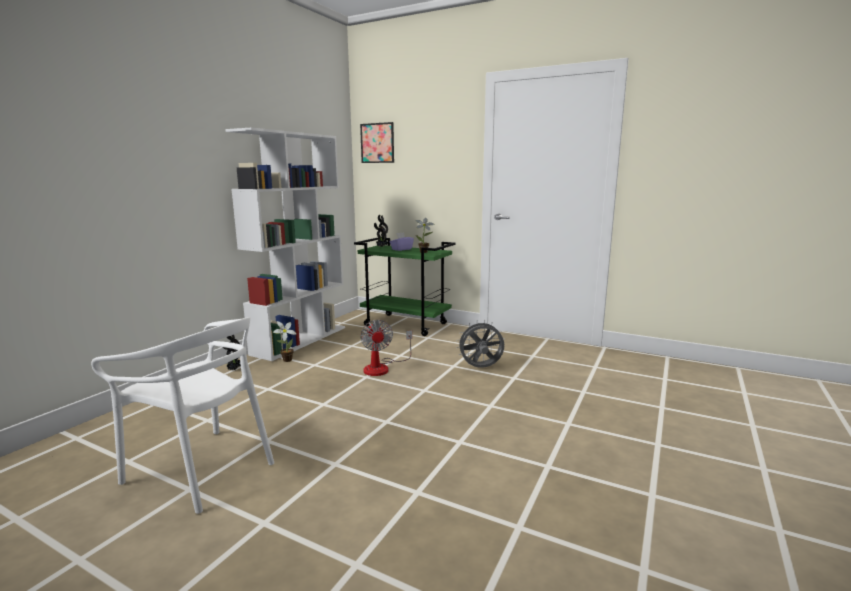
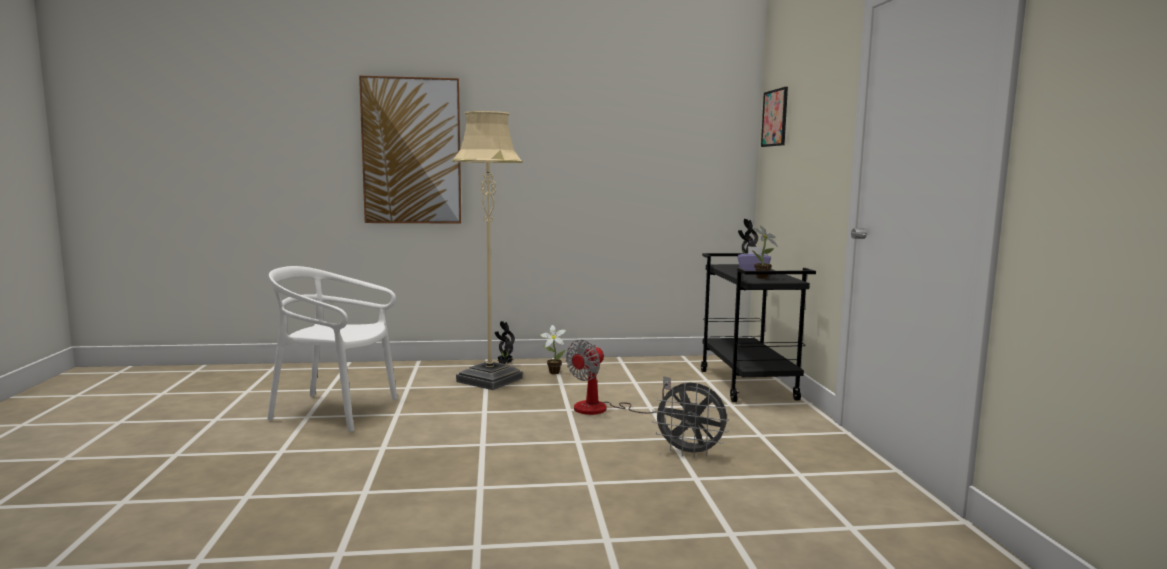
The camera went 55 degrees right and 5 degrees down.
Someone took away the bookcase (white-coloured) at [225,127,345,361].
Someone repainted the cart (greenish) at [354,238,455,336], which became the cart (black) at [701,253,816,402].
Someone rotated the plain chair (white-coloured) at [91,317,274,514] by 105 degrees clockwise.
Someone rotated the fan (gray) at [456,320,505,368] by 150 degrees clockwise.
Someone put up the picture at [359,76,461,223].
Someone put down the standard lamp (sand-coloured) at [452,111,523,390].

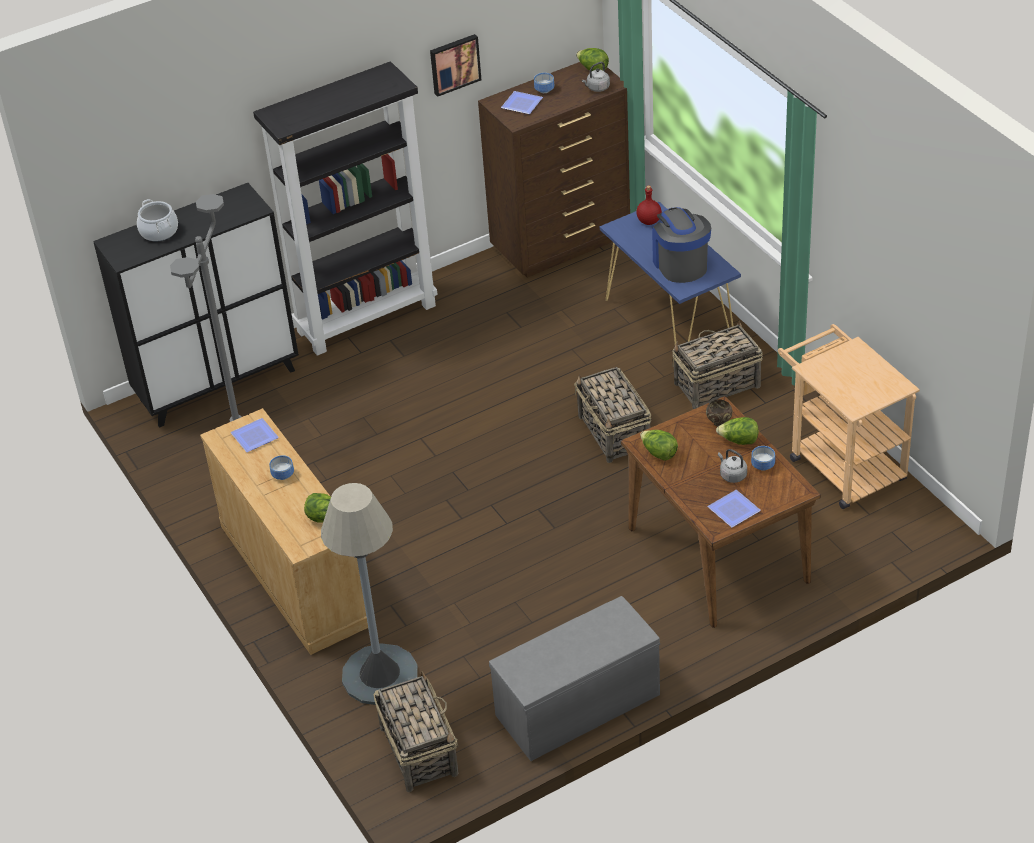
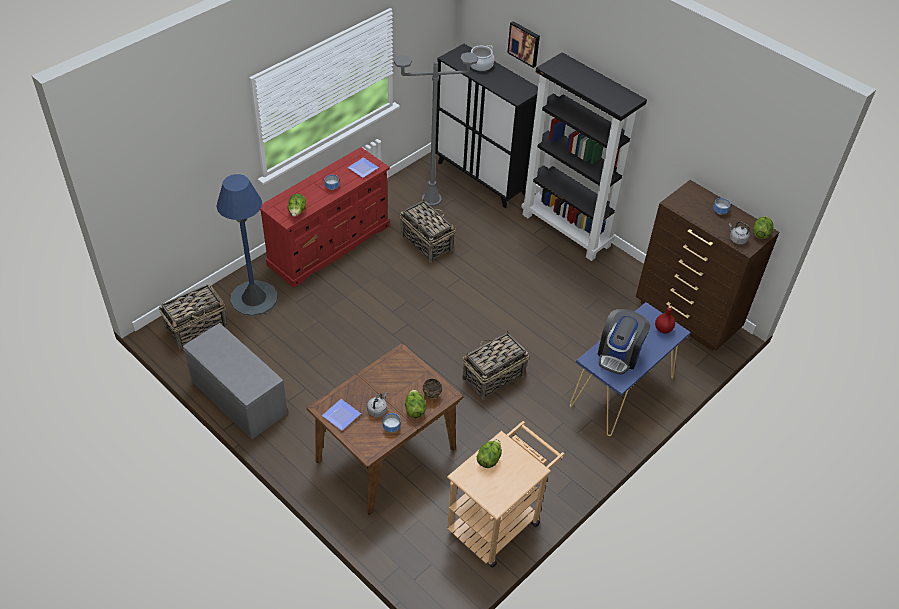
The camera went 70 degrees right and 5 degrees up.
Someone carried the picture from [430,34,481,97] to [507,21,540,68].
Someone took away the dinner plate at [501,91,543,114].
Someone rotated the coffee brewer at [652,207,711,283] by 150 degrees clockwise.
Someone carried the basket from [672,320,763,409] to [400,198,456,263].
Someone repainted the drawer chest (sand-coloured) at [200,408,368,655], which became the drawer chest (reddish) at [260,147,390,288].
Someone carried the lettuce head from [640,430,678,461] to [476,439,502,468].
Someone repainted the standard lamp (gray) at [321,483,418,705], which became the standard lamp (blue) at [216,174,278,316].

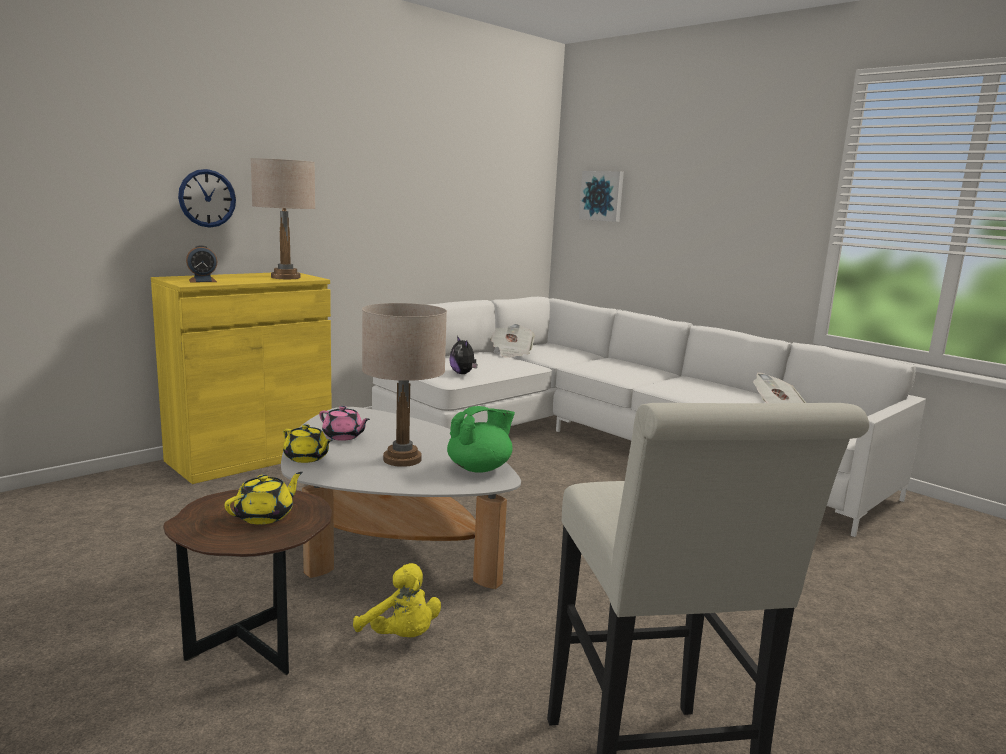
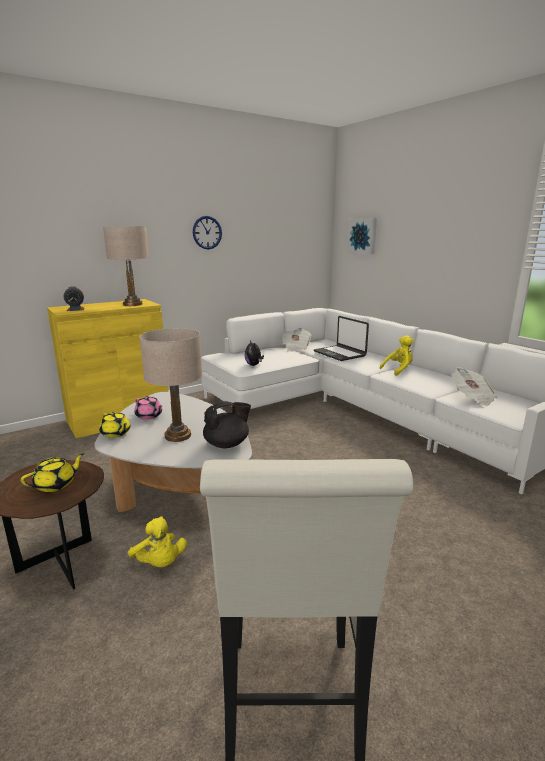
The camera went 10 degrees right and 5 degrees up.
Someone carried the hanging clock from [178,169,236,228] to [193,216,222,249].
Someone repainted the pot for tea (greenish) at [447,406,515,473], which became the pot for tea (black) at [203,402,251,448].
Someone put down the notebook computer at [314,316,369,361].
Someone put down the soft toy (yellow-coloured) at [380,335,414,376].

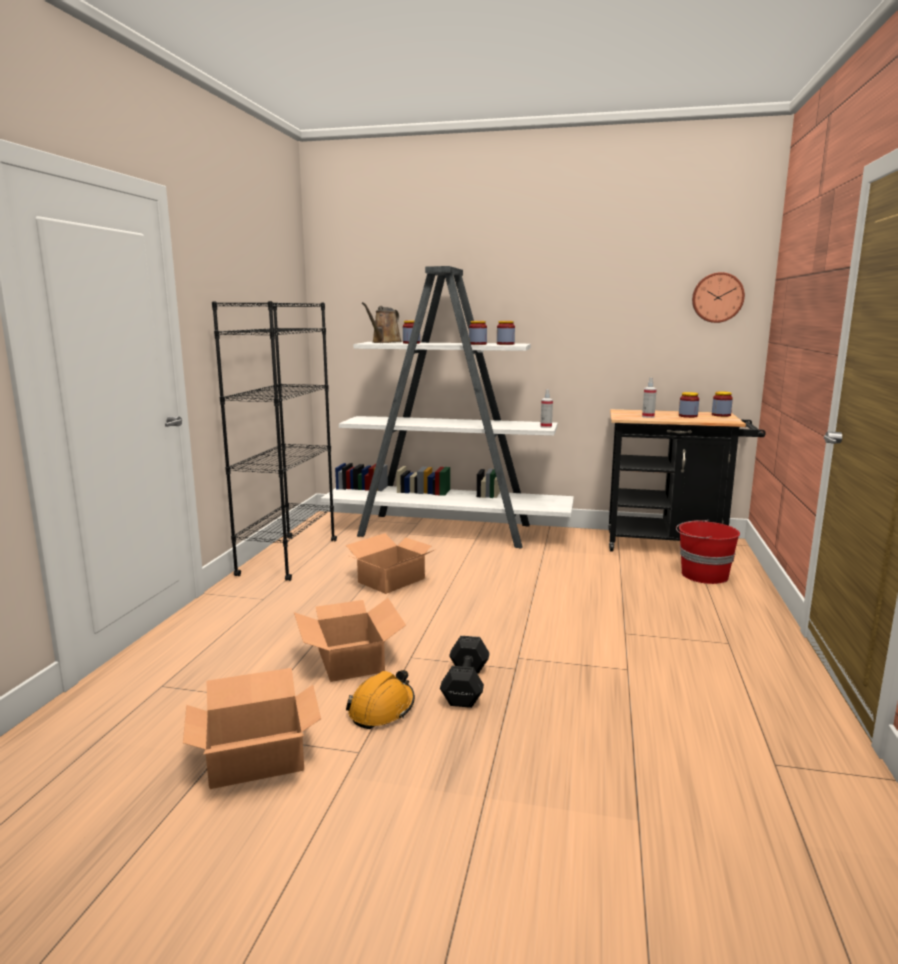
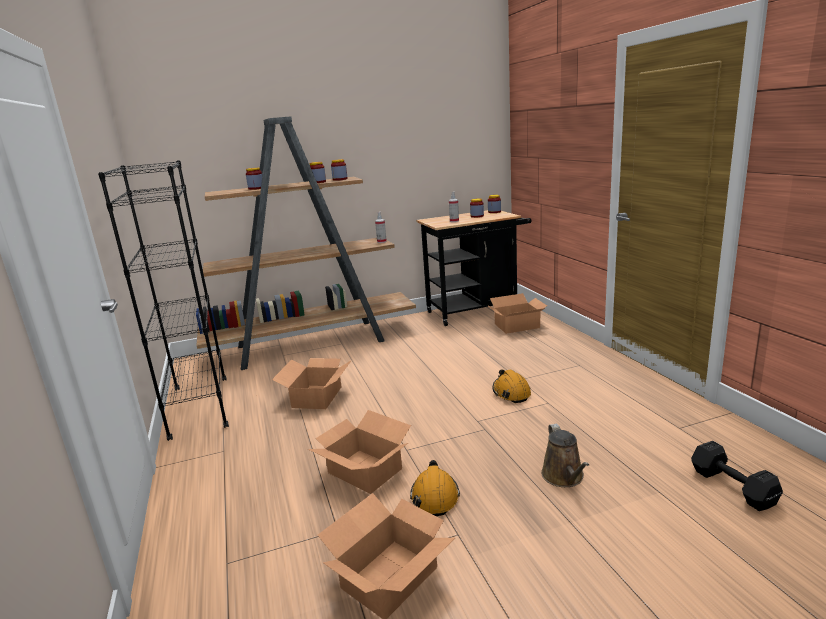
The camera went 30 degrees left and 5 degrees up.
Someone repainted the bookcase (white-coloured) at [321,266,574,549], which became the bookcase (brown-coloured) at [196,116,416,370].
Someone took away the hanging clock at [692,272,745,323].
Someone carried the watering can (brown-coloured) from [362,302,402,343] to [541,424,589,487].
Someone swapped the bucket (reddish) at [676,520,740,584] for the carton at [487,293,547,334].
Someone carried the free weight (black) from [440,636,490,708] to [691,441,783,511].
Someone put down the safety helmet (orange) at [492,369,531,403].

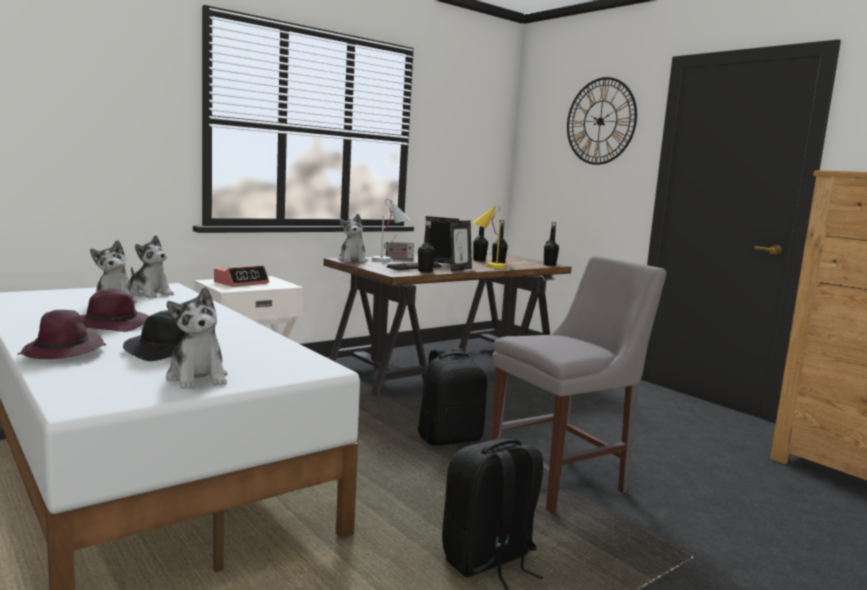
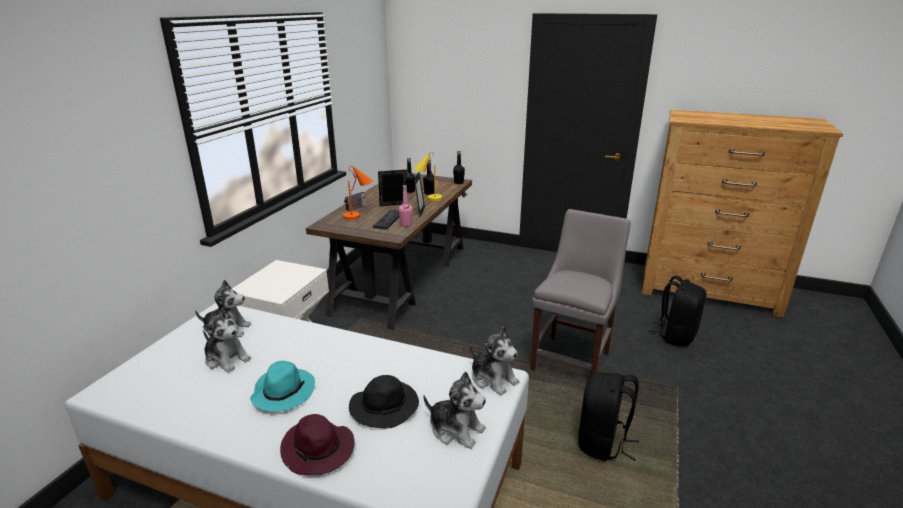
The camera went 30 degrees left and 15 degrees up.
Someone took away the hanging clock at [567,77,637,165].
Someone repainted the table lamp (white-coloured) at [372,199,410,262], which became the table lamp (orange) at [343,166,373,220].
Someone carried the soft toy from [338,214,367,263] to [469,326,519,395].
Someone repainted the drink bottle (black) at [418,221,435,273], which became the drink bottle (pink-coloured) at [398,185,413,227].
Someone took away the table clock at [214,266,269,287].
Someone repainted the wearable hat (purple) at [80,288,149,332], which became the wearable hat (turquoise-coloured) at [250,361,315,411].
Someone carried the knapsack (black) from [418,348,487,446] to [648,275,707,346].

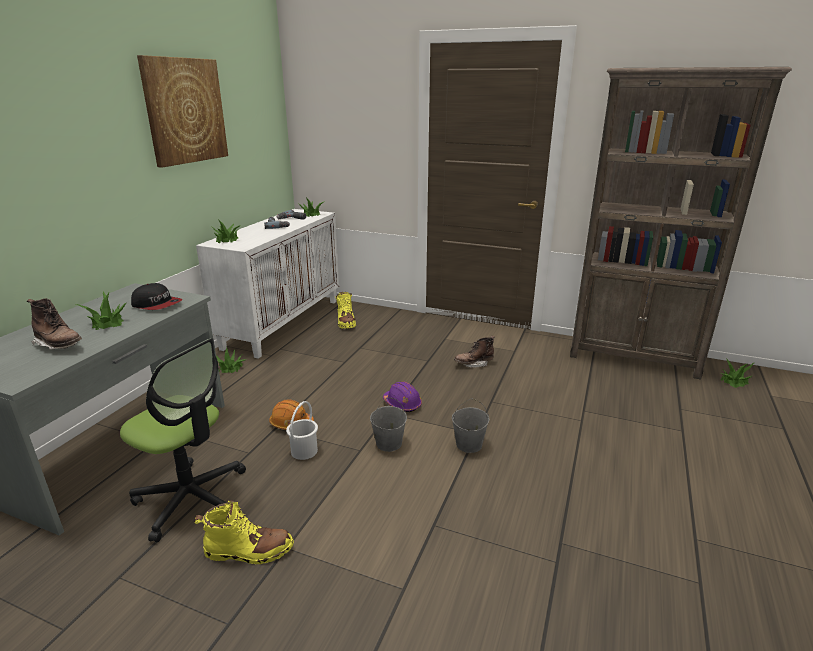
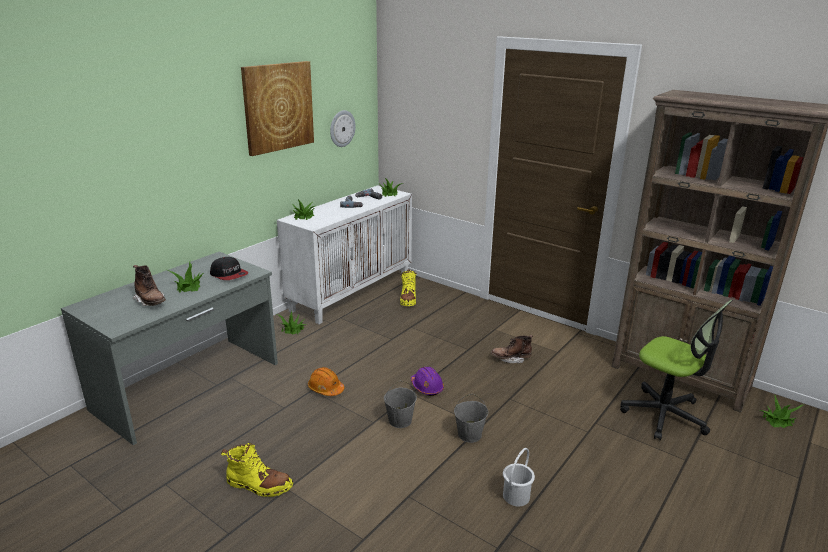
The camera went 15 degrees right and 0 degrees up.
Someone carried the desk chair from [120,338,246,542] to [620,300,733,440].
Someone carried the bucket (white-coloured) from [286,401,318,460] to [503,448,535,507].
Someone put up the hanging clock at [330,110,356,147].

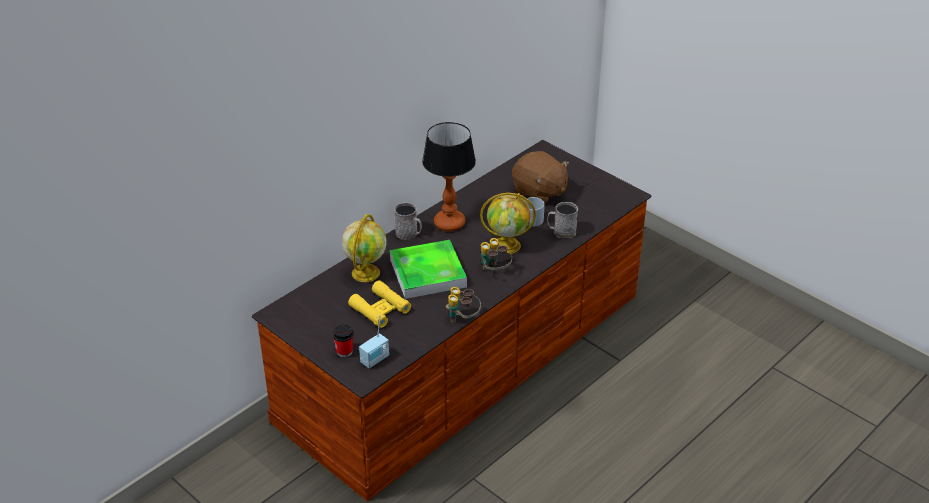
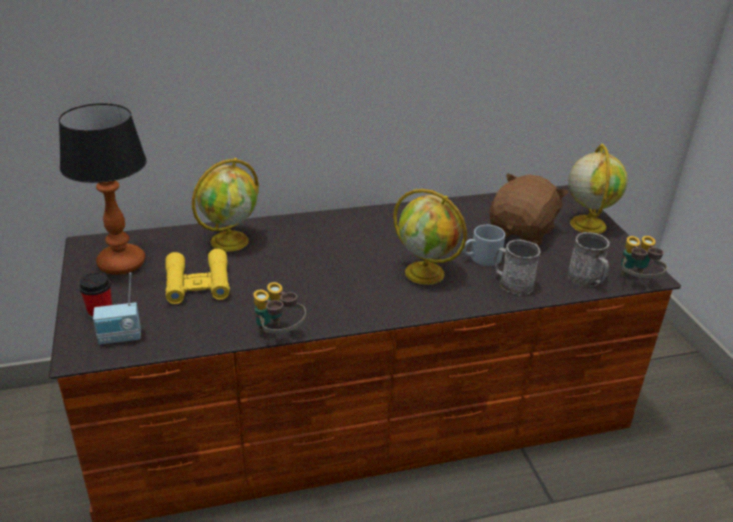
The camera went 30 degrees right and 5 degrees down.
Someone carried the table lamp from [422,122,476,231] to [59,103,147,275].
Someone rotated the soft toy (brown-coloured) at [512,151,569,204] by 135 degrees counterclockwise.
Someone carried the mug (gray) from [395,202,422,240] to [568,232,610,287].
Someone carried the pair of binoculars from [481,238,512,270] to [621,236,667,278].
Someone took away the tray at [390,240,467,299].
Someone put down the globe at [568,144,628,234].

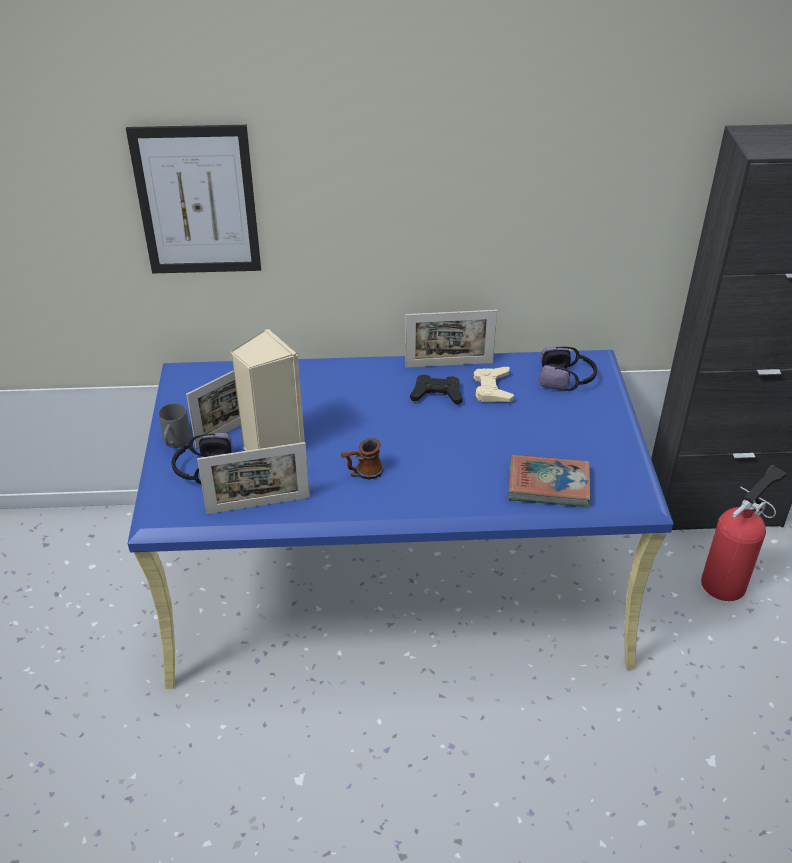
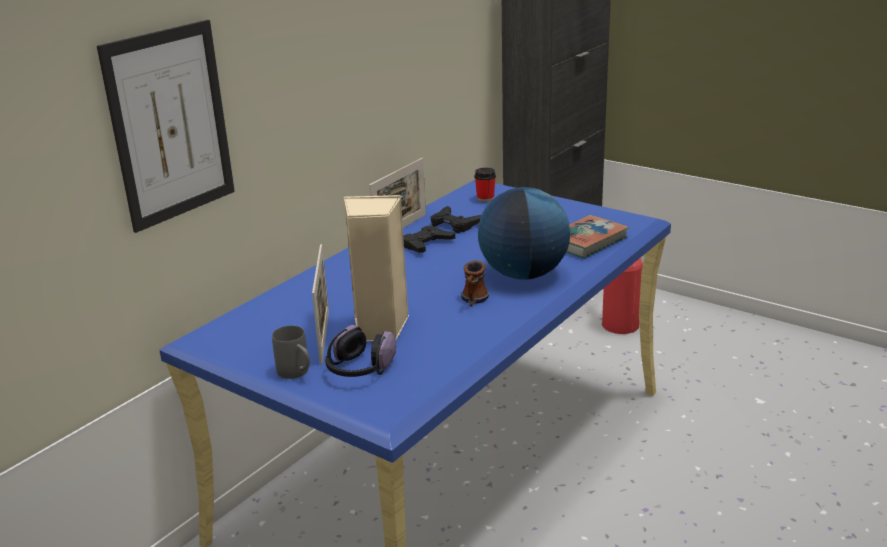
The camera went 50 degrees left and 15 degrees down.
Someone swapped the headset at [539,347,597,391] for the small cup at [474,168,496,202].
Someone repainted the gamepad (sand-coloured) at [473,367,514,402], which became the gamepad (black) at [430,206,481,233].
Someone took away the picture frame at [197,442,310,514].
Someone put down the globe at [478,187,570,280].

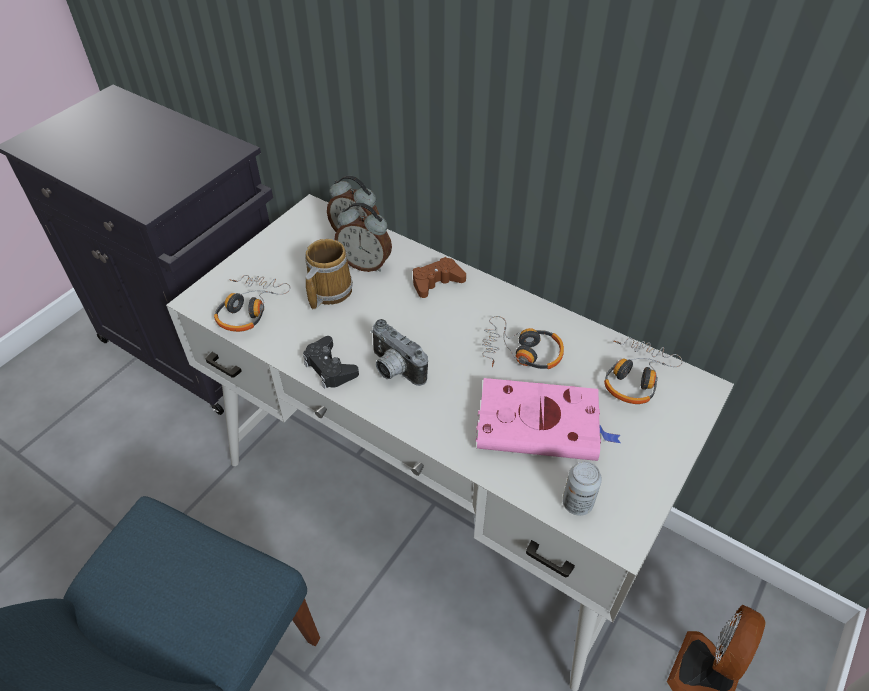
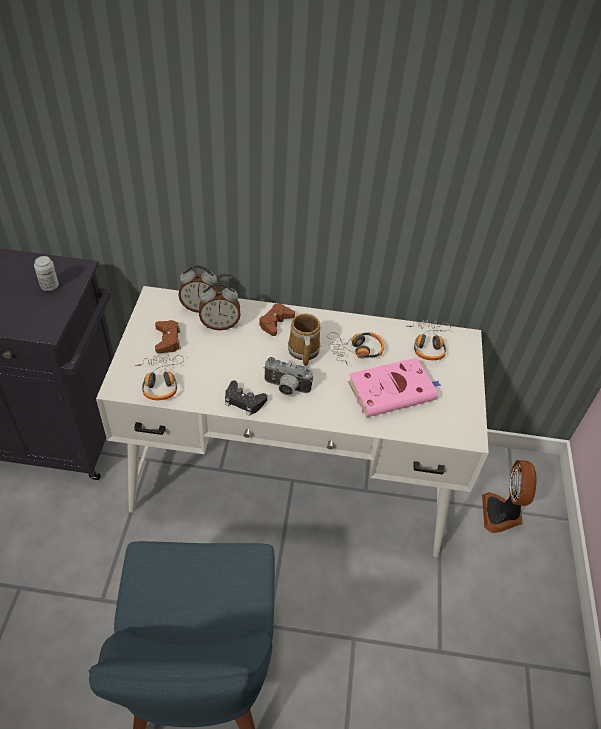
The camera went 30 degrees left and 0 degrees up.
Someone carried the mug from [305,239,353,310] to [288,313,321,366].
Someone carried the sealed can from [562,461,602,516] to [34,256,59,291].
Someone put down the gamepad (brown-coloured) at [155,320,181,353].

